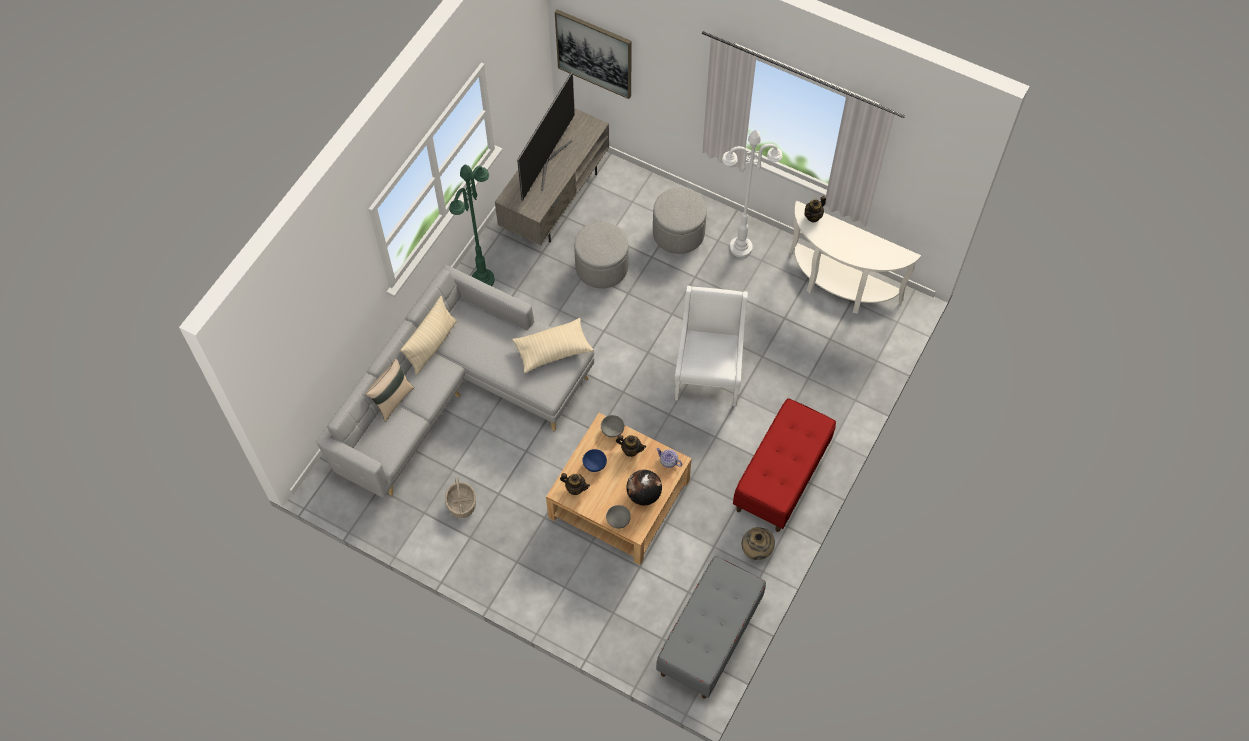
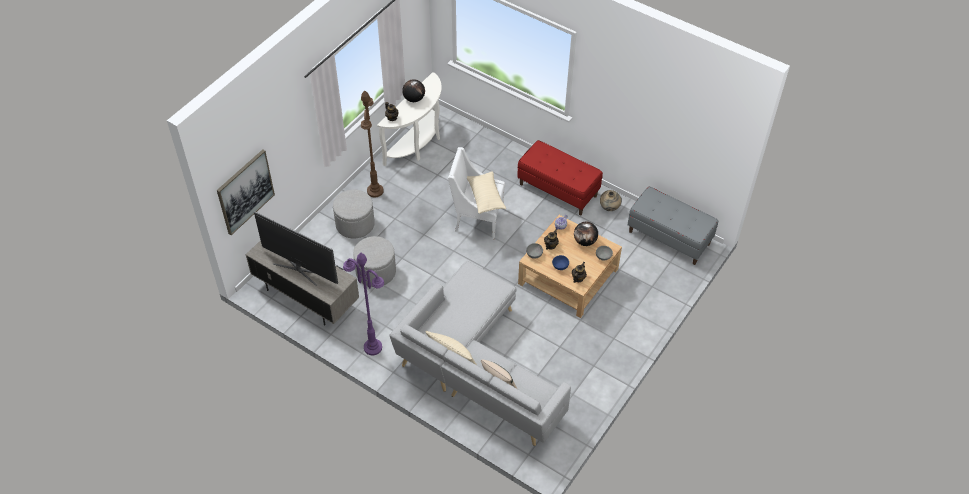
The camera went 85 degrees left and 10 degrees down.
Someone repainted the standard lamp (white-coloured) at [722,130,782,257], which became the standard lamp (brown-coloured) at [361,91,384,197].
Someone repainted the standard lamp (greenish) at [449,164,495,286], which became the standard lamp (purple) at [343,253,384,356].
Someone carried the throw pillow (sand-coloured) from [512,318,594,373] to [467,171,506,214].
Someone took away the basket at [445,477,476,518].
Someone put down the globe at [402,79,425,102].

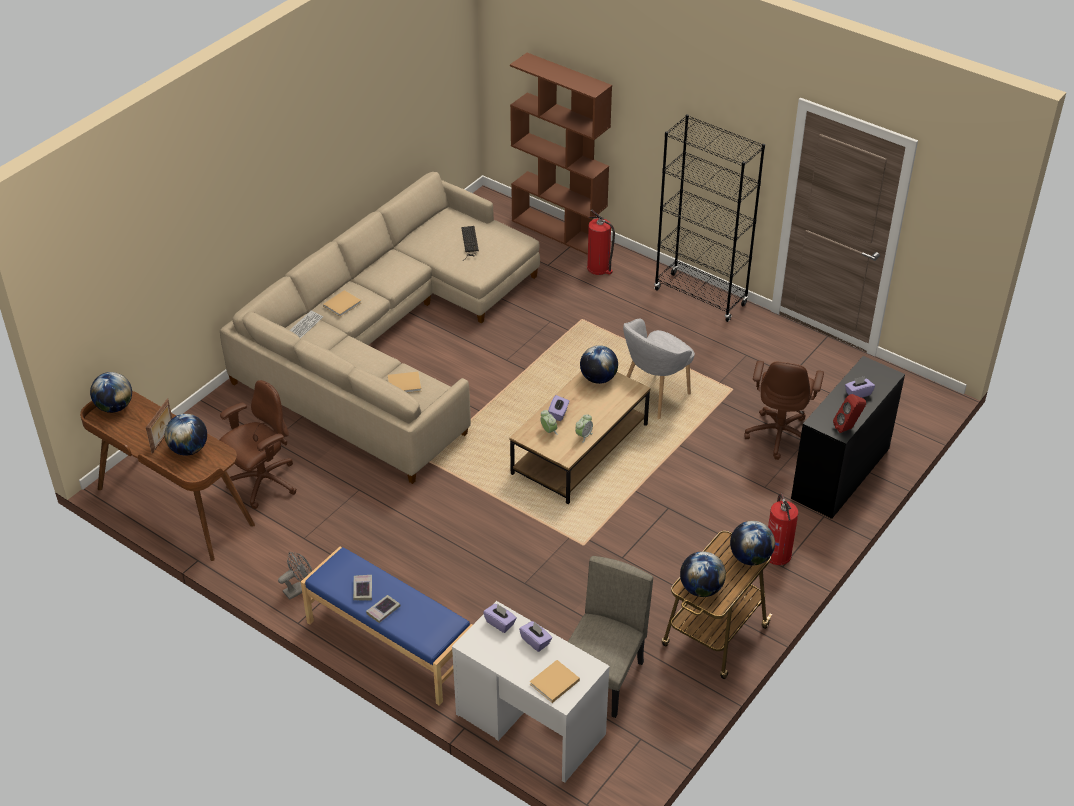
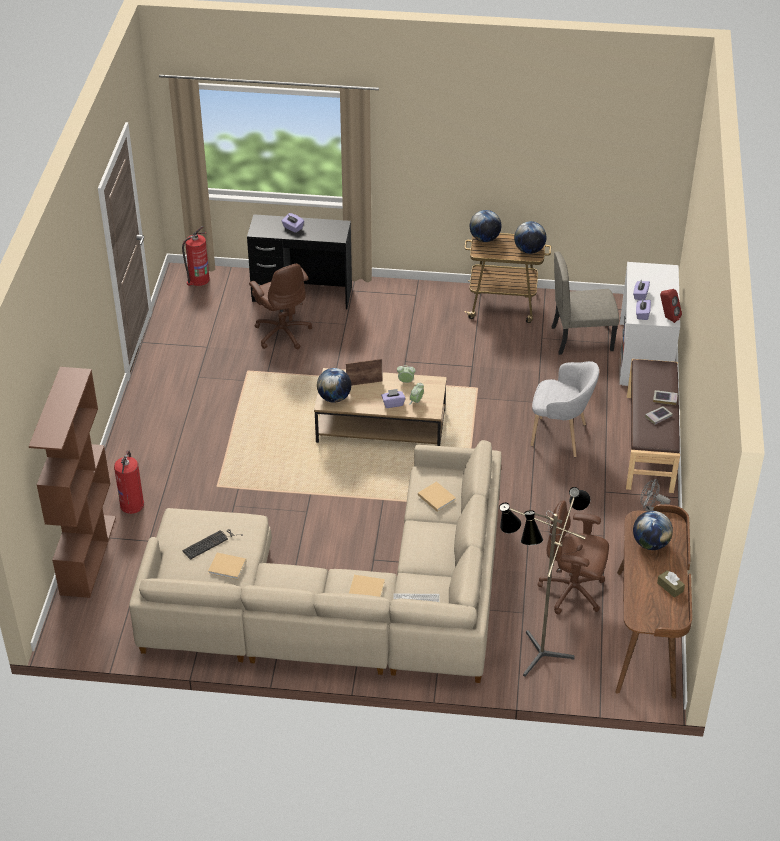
The camera went 120 degrees left and 0 degrees up.
Someone took away the bookcase (black) at [654,114,765,322].
Someone carried the easy chair (gray) from [623,319,695,419] to [531,361,599,457].
Someone rotated the desk chair (brown-coloured) at [744,361,824,460] by 75 degrees clockwise.
Someone took away the globe at [90,372,132,413].
Someone carried the loudspeaker (reddish) from [833,394,866,433] to [660,289,682,323].
Someone carried the picture frame from [146,398,172,454] to [346,359,382,386].
Someone carried the fire extinguisher from [768,494,799,565] to [182,226,210,286].
Someone repainted the indoor bench (blue) at [301,547,472,706], which became the indoor bench (brown-coloured) at [626,359,680,493].
Someone carried the bound book (sand-coloured) from [530,660,580,703] to [208,553,246,580].
Someone put down the standard lamp at [499,487,591,677].
Someone put down the box of tissues (brown-coloured) at [657,570,685,598].

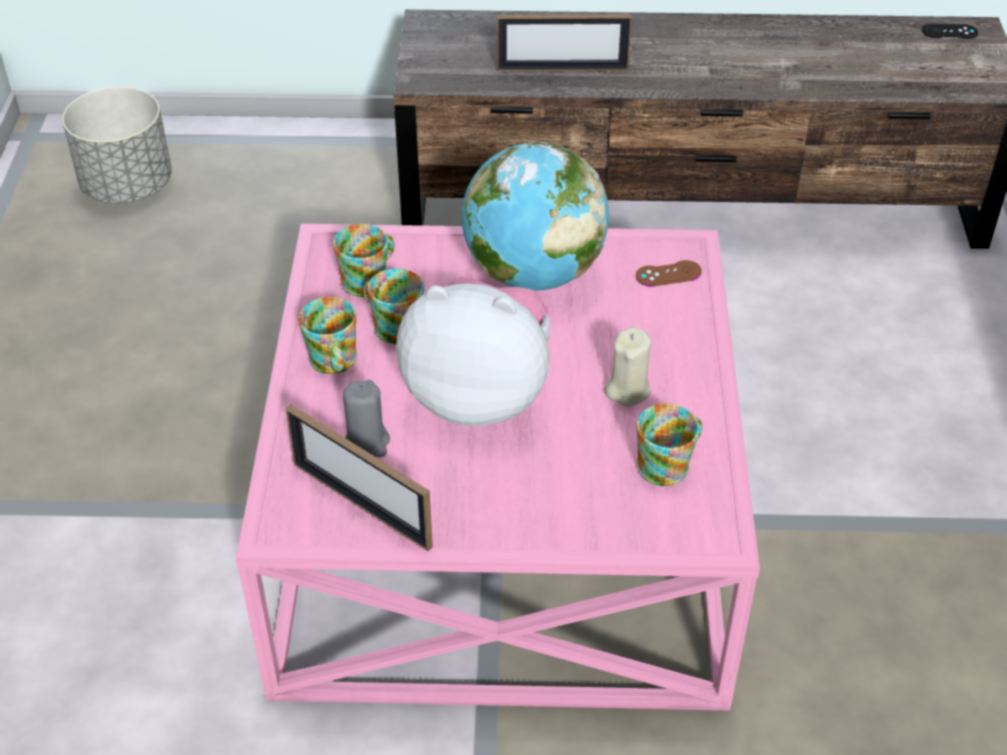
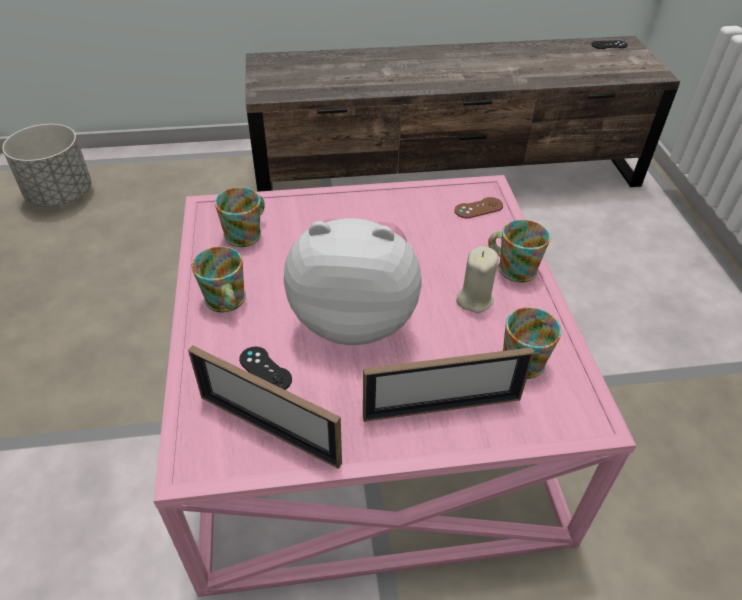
The camera went 10 degrees left and 0 degrees up.
Someone carried the picture frame from [497,14,632,71] to [363,347,534,422].
Someone took away the globe at [462,142,609,291].
Someone carried the mug from [363,269,424,344] to [488,220,550,282].
Someone swapped the wax candle (gray) at [343,380,390,457] for the gamepad (black) at [239,347,292,390].

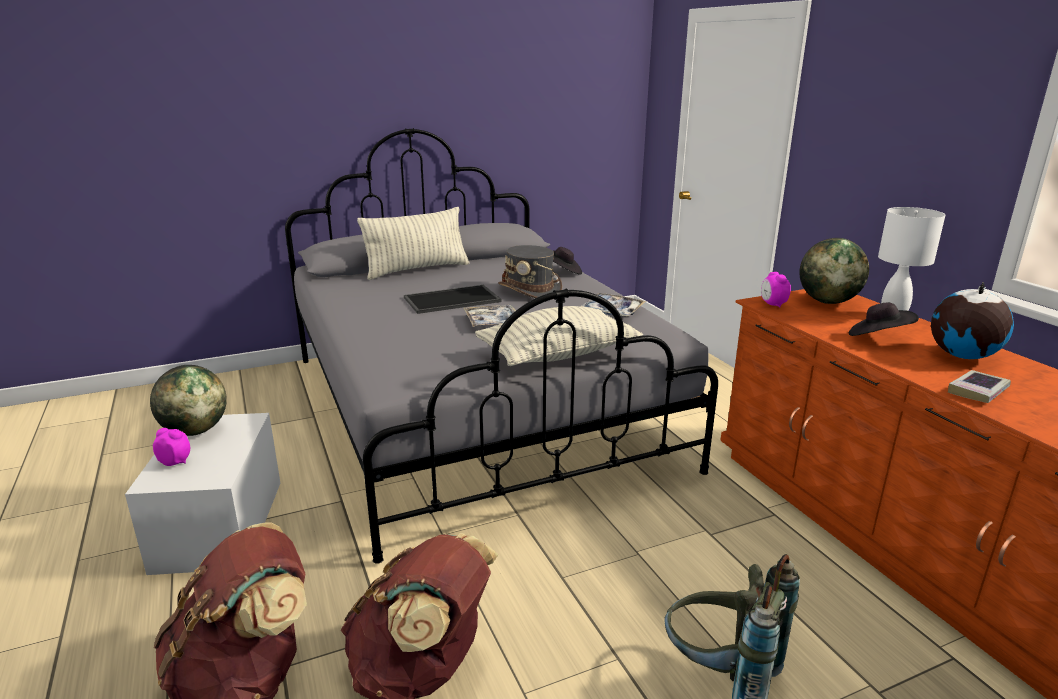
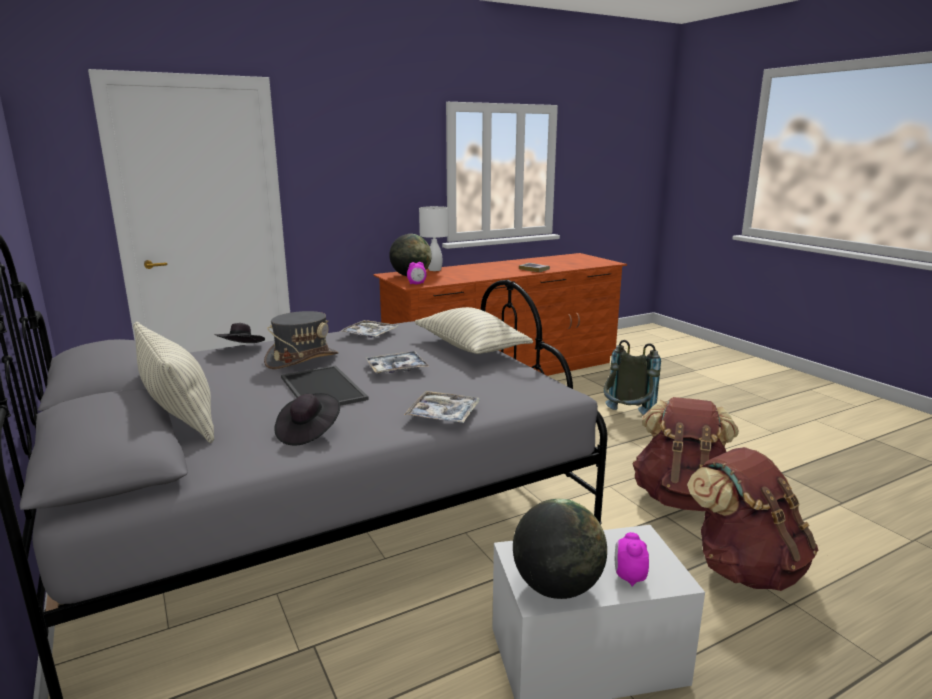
The camera went 95 degrees left and 5 degrees down.
Someone took away the globe at [931,282,1014,359].
Someone carried the wearable hat (black) from [849,303,919,336] to [274,393,340,445].
Someone put down the tray at [404,391,480,423].

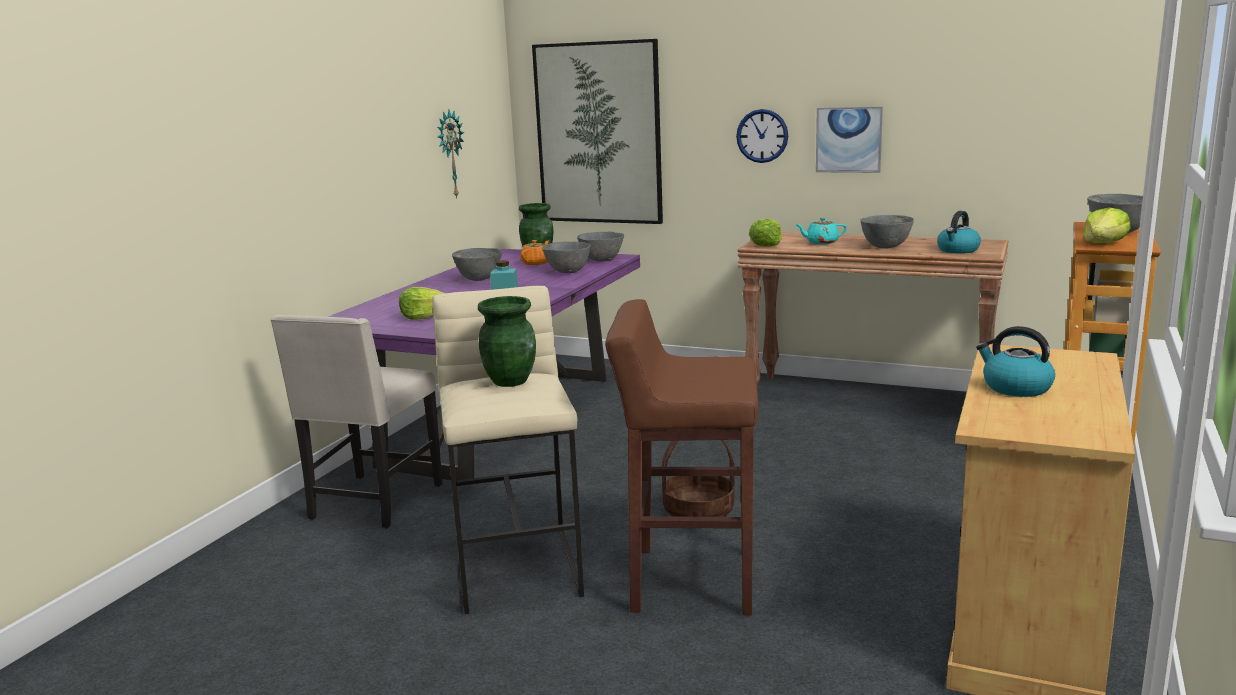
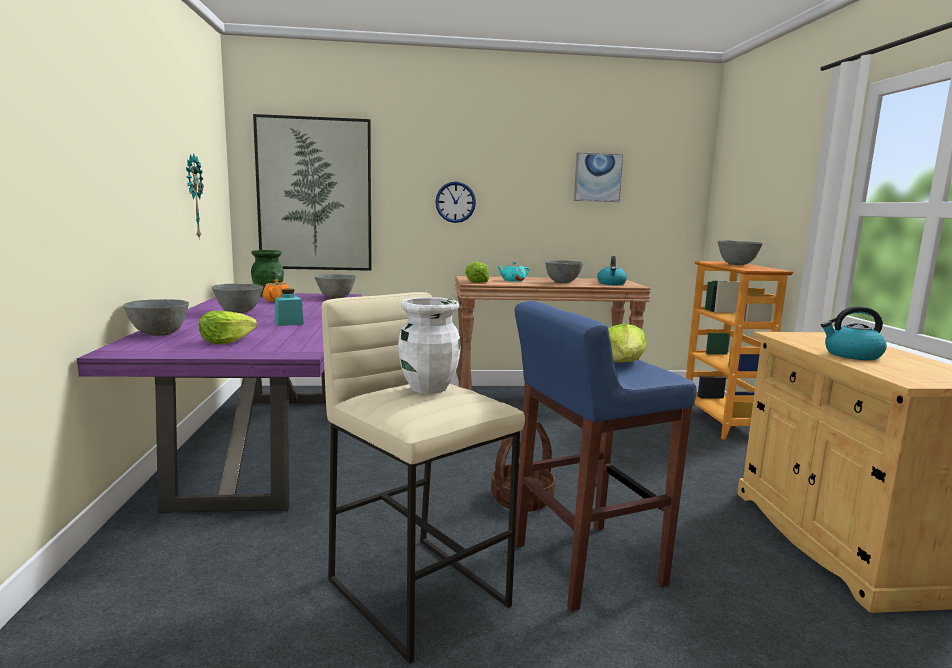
The camera went 30 degrees left and 5 degrees down.
Someone carried the picture from [816,107,883,173] to [574,152,623,202].
Someone carried the lettuce head from [1083,207,1131,243] to [608,324,647,362].
Someone carried the deep dish (gray) from [542,242,591,273] to [123,299,189,336].
Someone repainted the flower vase (greenish) at [478,296,536,387], which became the flower vase (white-coloured) at [398,297,461,394].
Someone repainted the stool seat (brown-coloured) at [605,299,758,616], which became the stool seat (blue) at [515,301,697,611].
Someone took away the plain chair (sand-coloured) at [270,315,443,529].

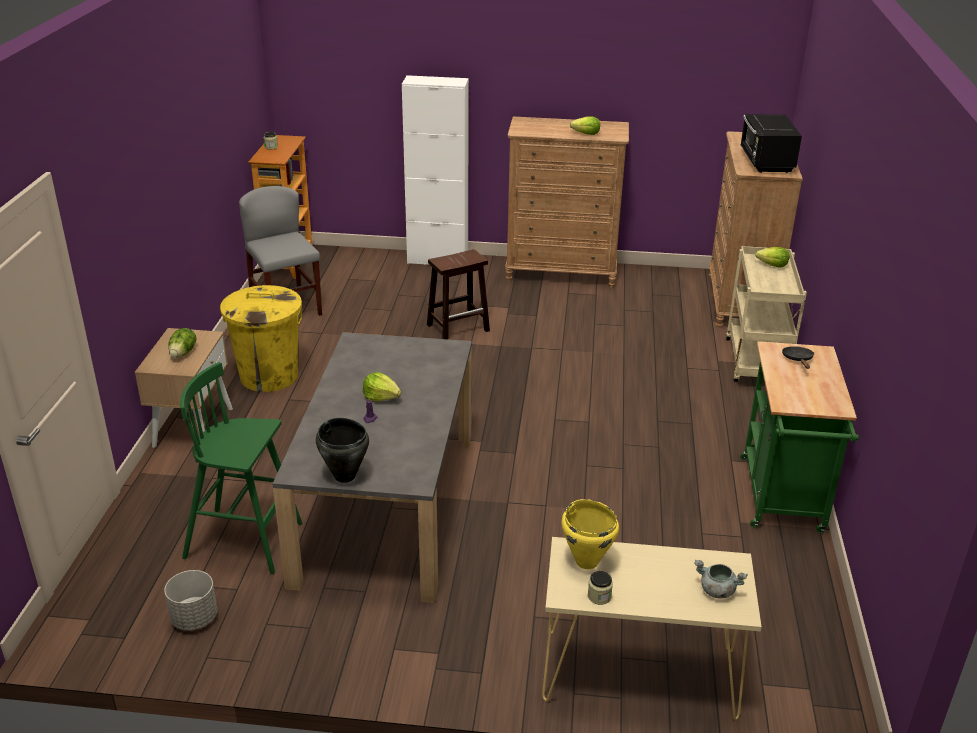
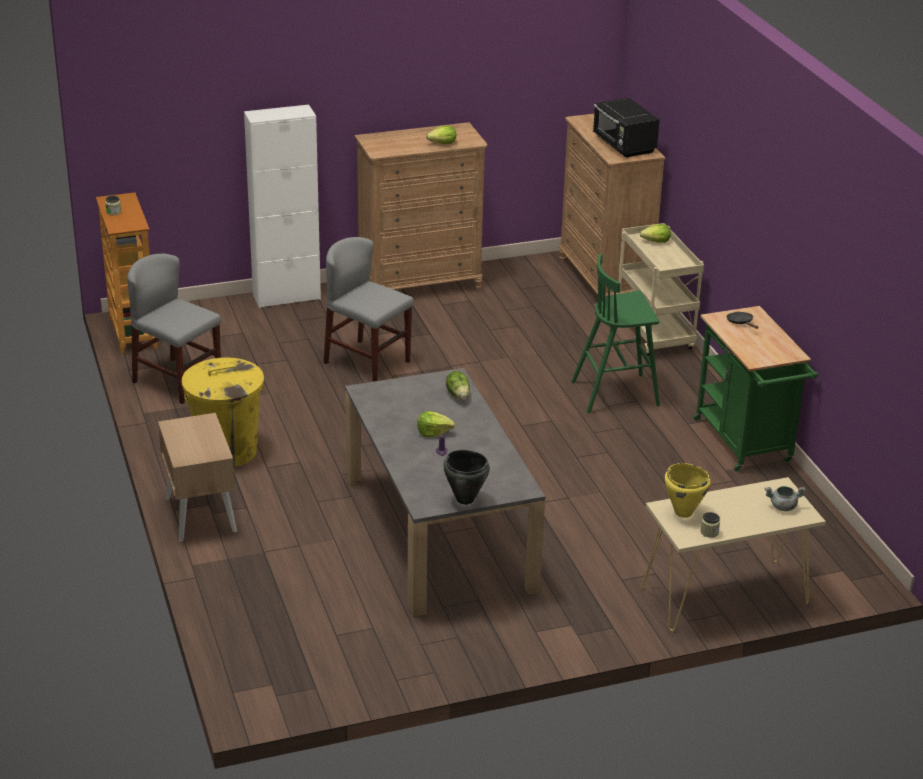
The camera went 25 degrees left and 0 degrees up.
Someone swapped the stool seat (brown-coloured) at [427,249,490,340] for the plain chair (gray) at [324,237,413,382].
Someone carried the lettuce head from [168,328,196,358] to [446,371,470,400].
Someone carried the stool seat (greenish) from [180,362,303,574] to [571,254,660,414].
Someone took away the flower pot (gray) at [164,570,217,630].

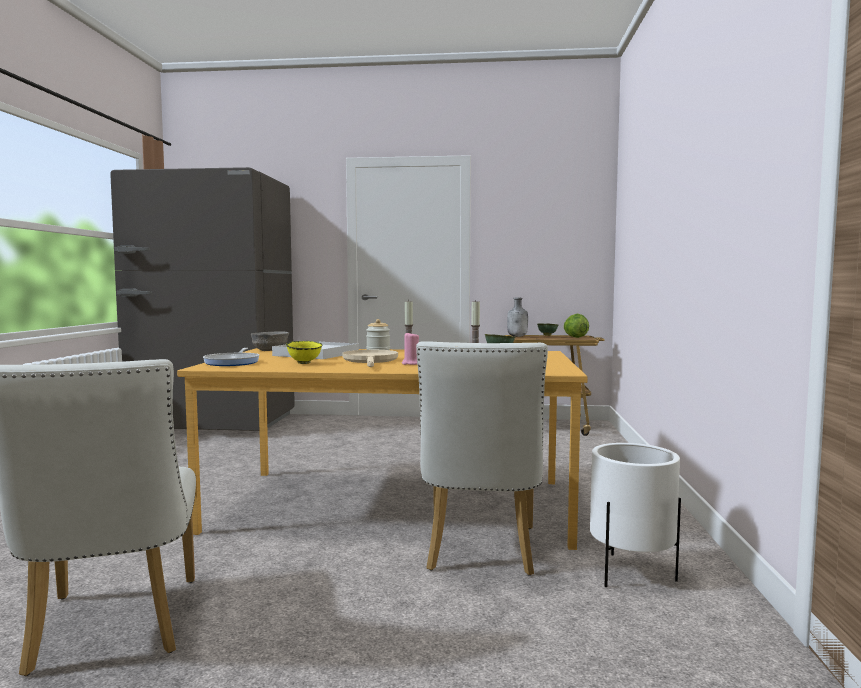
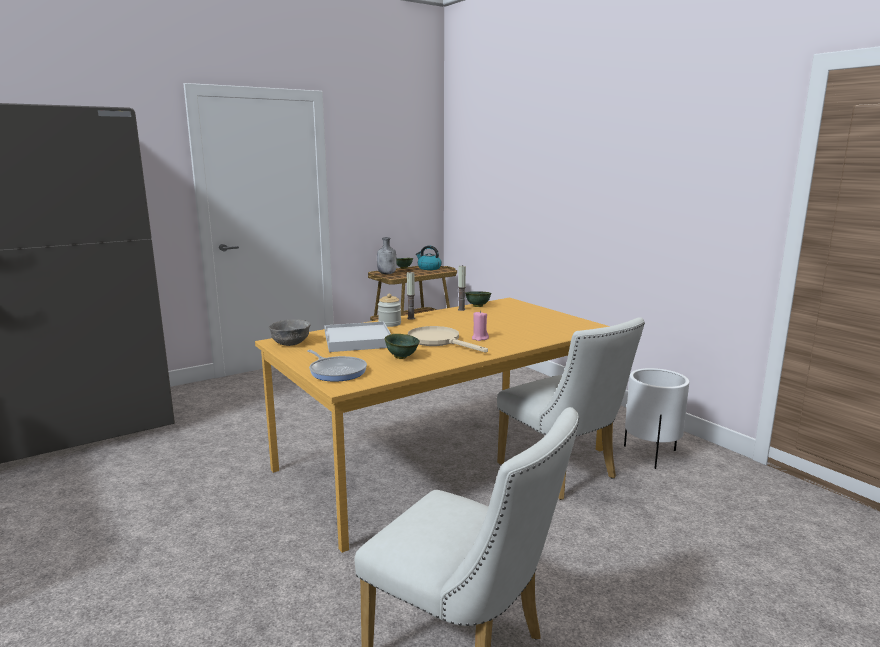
The camera went 40 degrees left and 10 degrees up.
Someone swapped the lettuce head at [563,314,589,338] for the kettle at [416,246,442,270].
Someone repainted the deep dish (yellow-coloured) at [286,341,323,364], which became the deep dish (greenish) at [385,334,420,359].

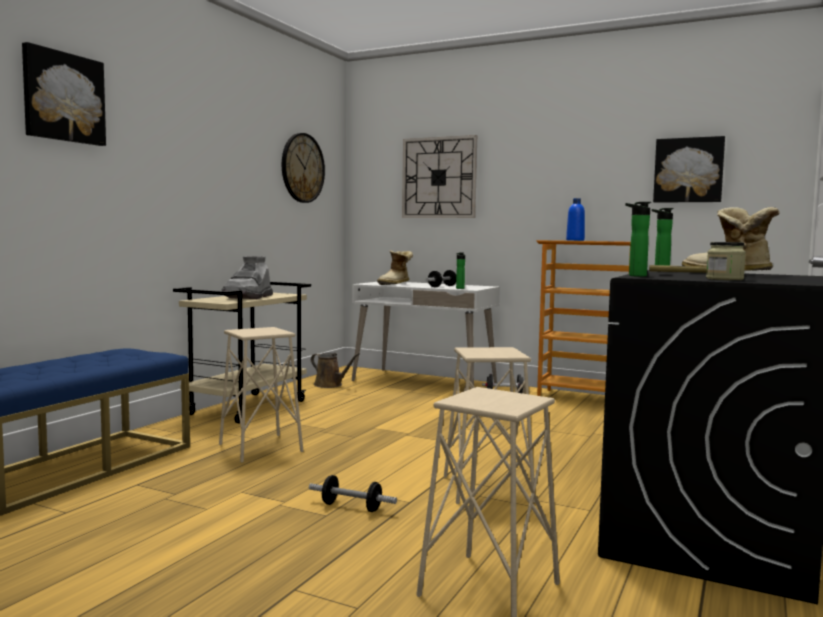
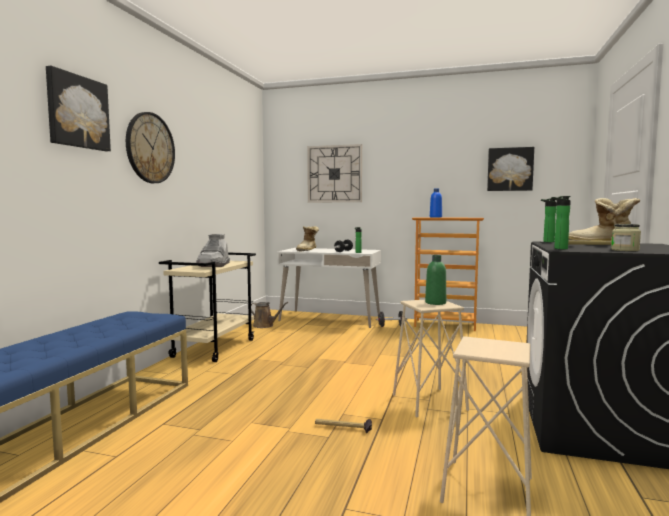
The camera went 10 degrees left and 0 degrees up.
Someone carried the hanging clock from [282,133,325,203] to [126,112,175,183].
Someone took away the stool seat (sand-coloured) at [219,327,303,463].
Someone swapped the free weight at [309,475,397,512] for the hammer at [315,419,372,433].
Someone put down the drink bottle (greenish) at [425,255,446,305].

